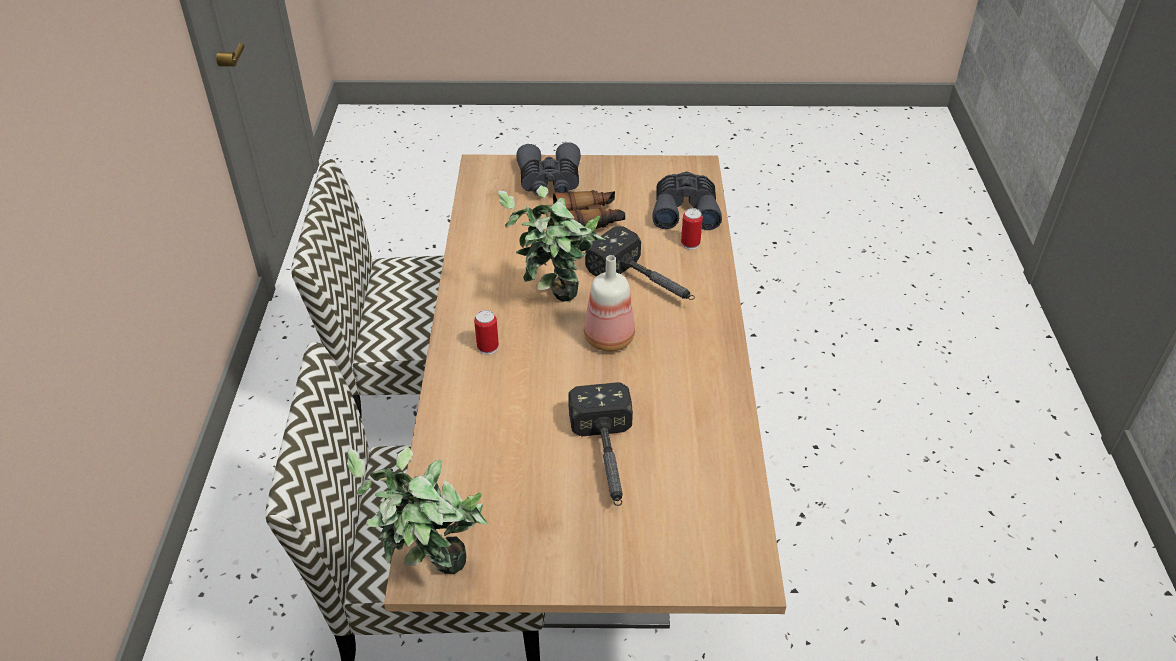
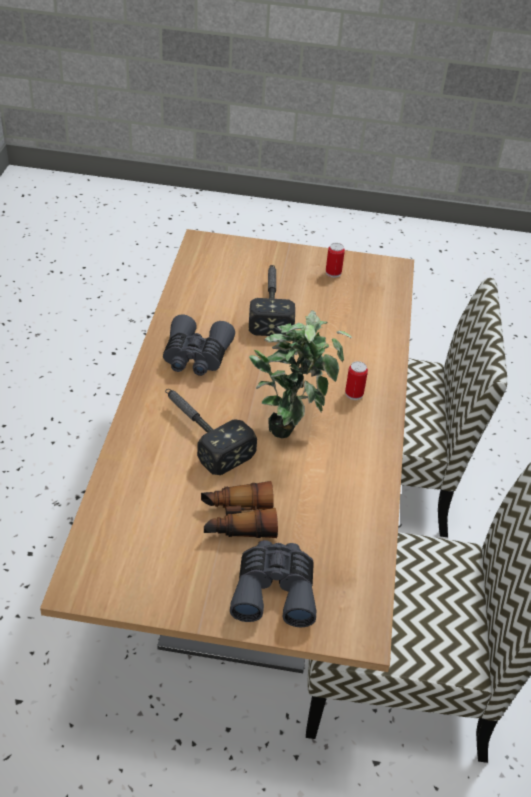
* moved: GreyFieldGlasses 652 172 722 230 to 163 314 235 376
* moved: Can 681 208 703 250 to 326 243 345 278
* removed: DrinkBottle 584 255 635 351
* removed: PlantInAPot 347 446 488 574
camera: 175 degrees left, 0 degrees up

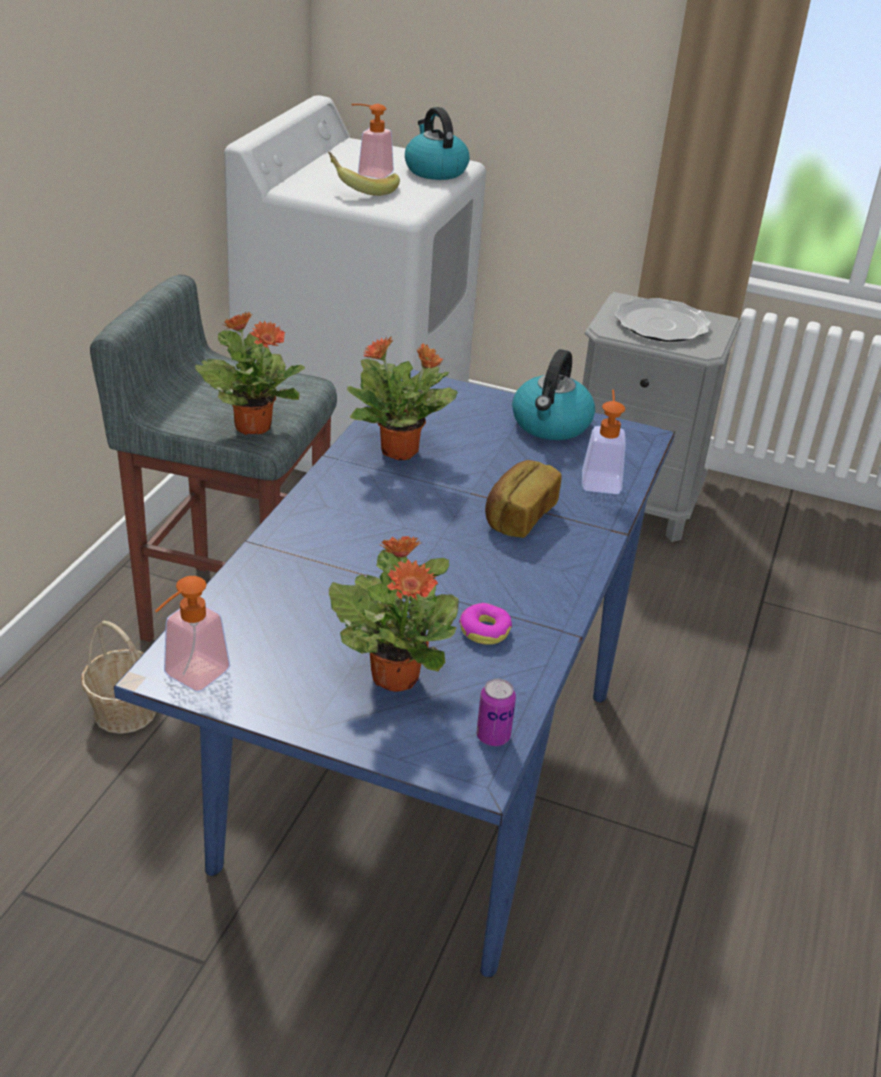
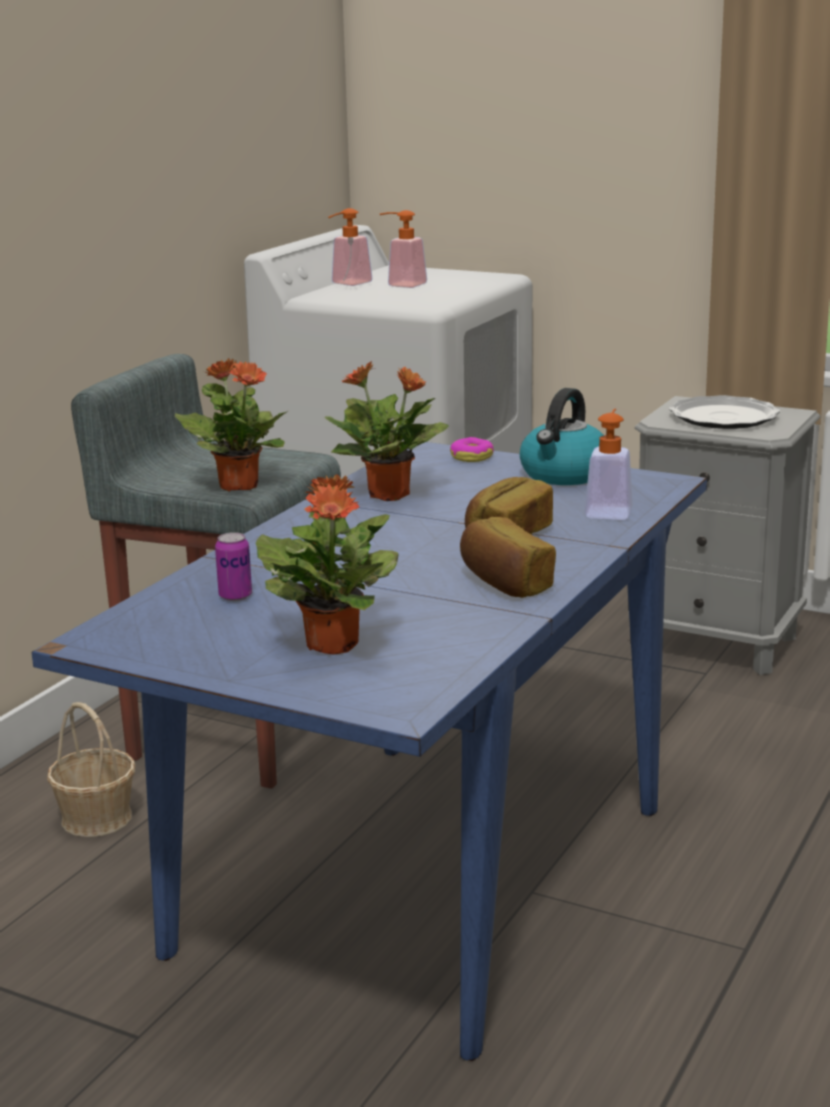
* removed: WaterKettle 405 107 470 180
* removed: WholeBanana 328 152 400 196
* moved: SoapDispenser 155 576 230 692 to 328 208 373 286
* moved: RingDoughnut 459 603 512 645 to 450 437 494 462
* moved: Can 477 679 516 746 to 215 532 252 601
* added: BakeryBread 460 517 556 598
camera: 10 degrees right, 15 degrees down

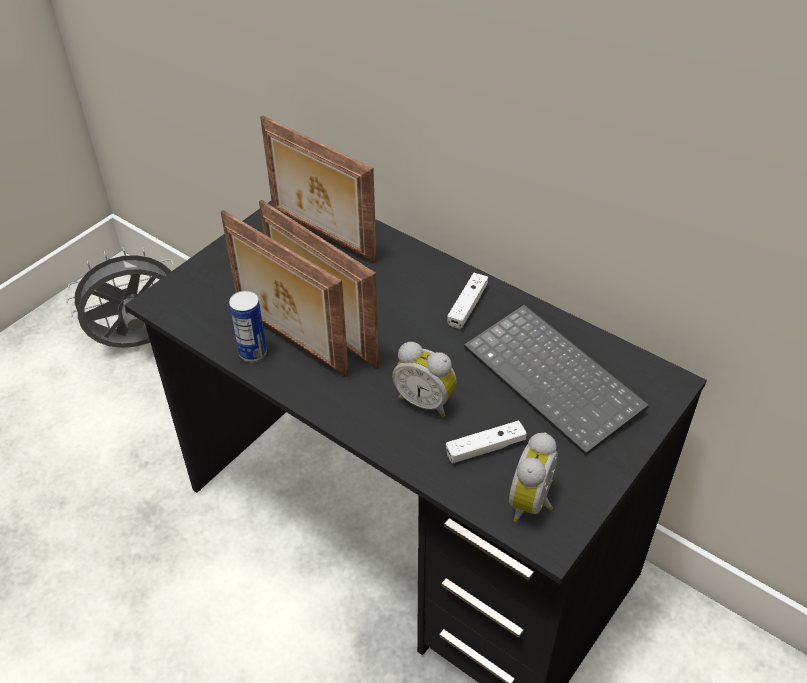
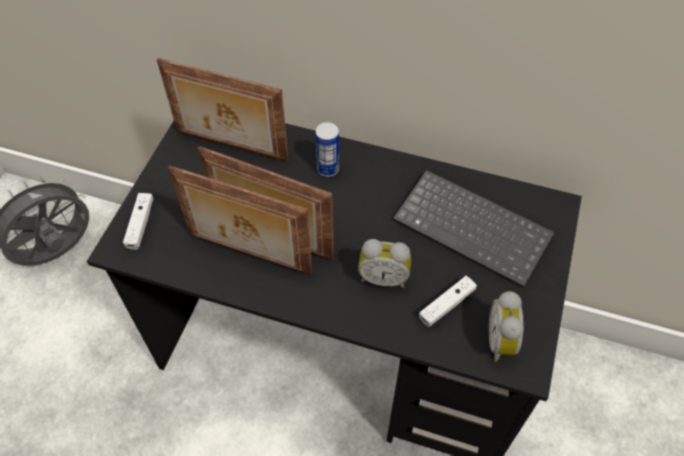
* moved: WhiteGamepad 447 273 488 329 to 123 193 154 250
* moved: Can 229 290 267 363 to 315 122 339 177
camera: 20 degrees left, 10 degrees up

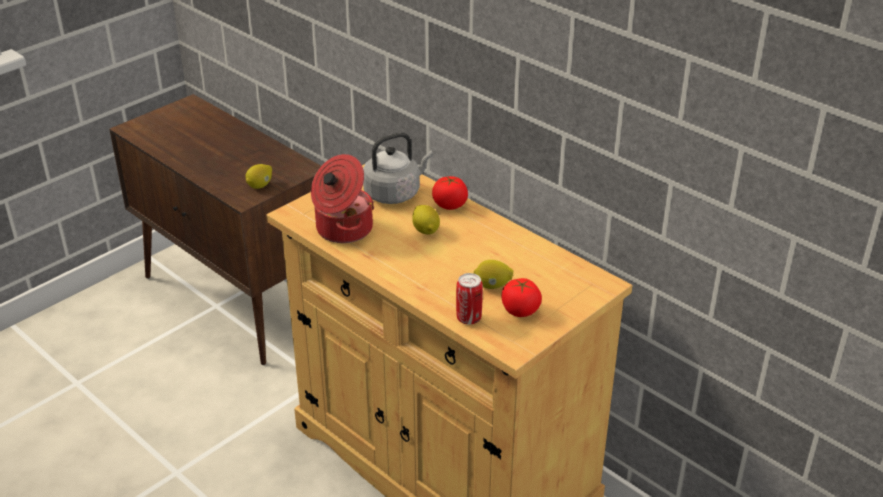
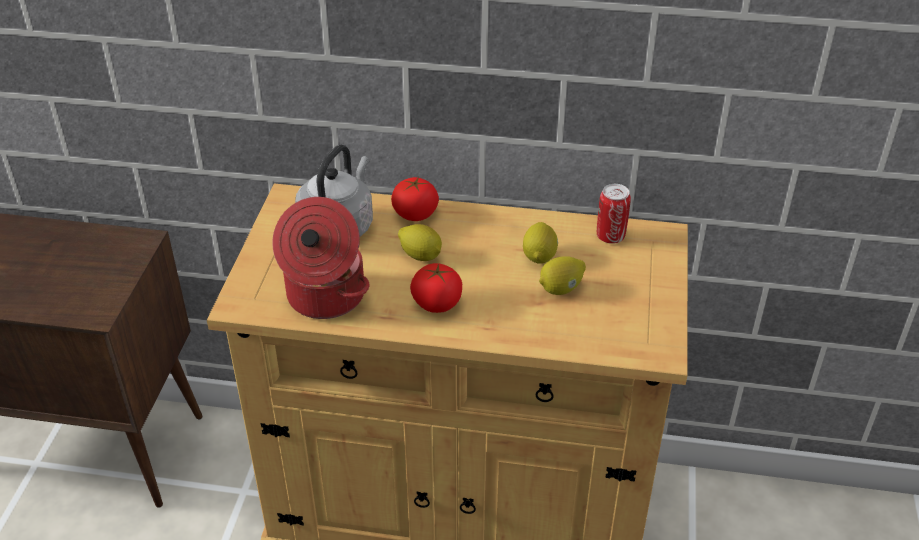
* moved: WholeLemon 246 164 272 189 to 523 222 558 264
* moved: Can 456 273 483 325 to 597 184 631 244
* moved: FreshTomato 502 278 542 317 to 410 263 462 313
camera: 35 degrees left, 5 degrees up

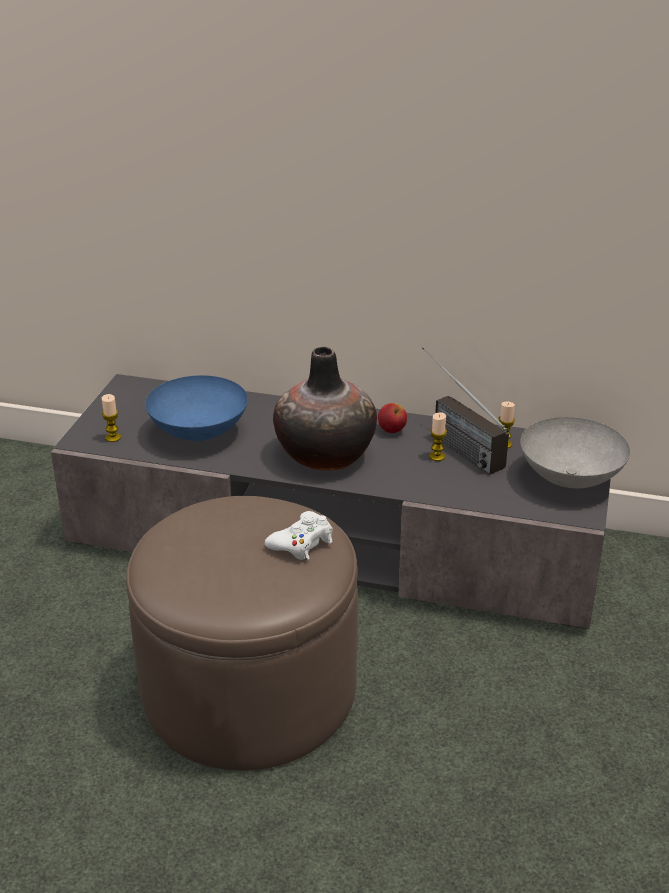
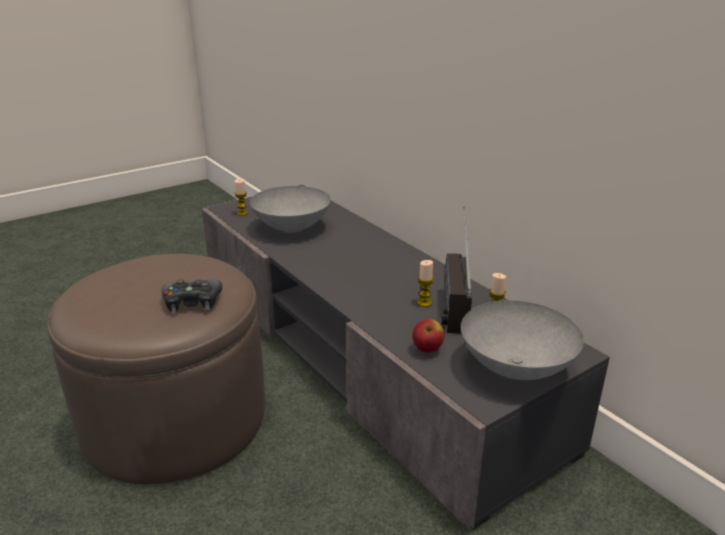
* removed: DecorativeVase 273 347 377 471
* recoloured: BluishDeepDish 145 375 248 441 to GreyDeepDish 250 186 331 233
* moved: AppleFruit 378 403 407 433 to 412 319 445 353
* recoloured: WhiteGamepad 265 511 333 560 to BlackishGamepad 162 279 222 313
camera: 40 degrees right, 5 degrees down

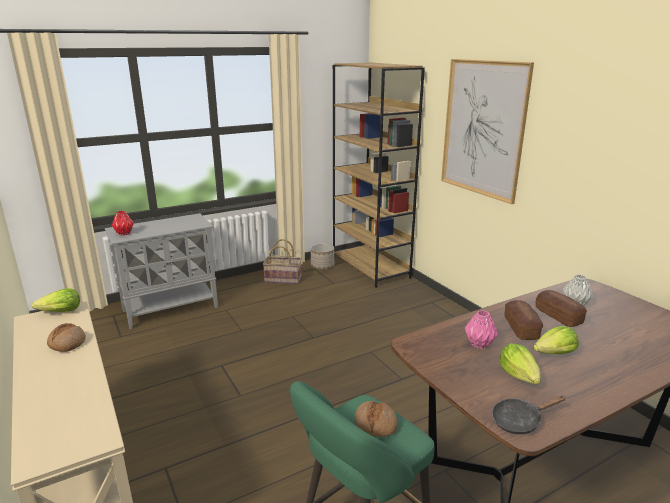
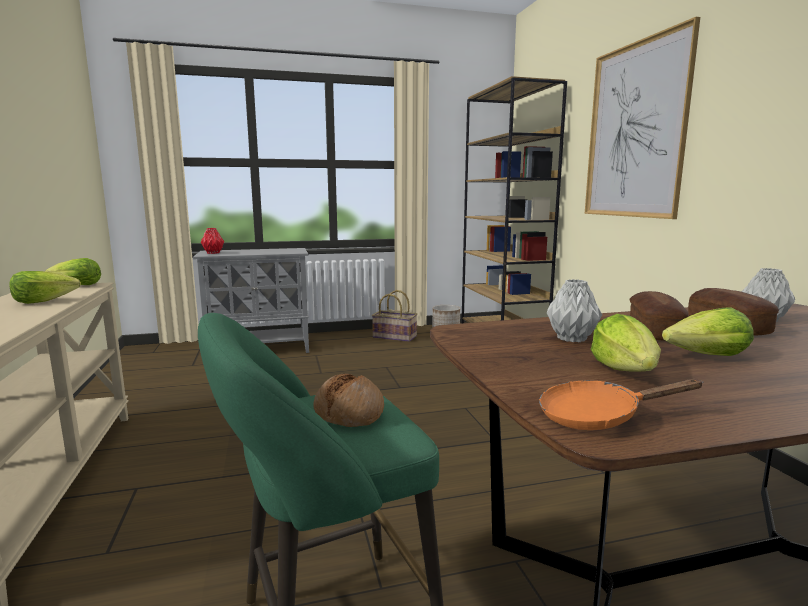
* recoloured: PinkColouredDecorativeVase 465 310 498 349 to GreyDecorativeVase 547 279 602 342
* replaced: BakeryBread 47 323 86 352 to Lettuce 10 271 81 304
* recoloured: BlackishSkillet 492 395 565 434 to OrangeSkillet 539 379 704 430
camera: 15 degrees right, 10 degrees down

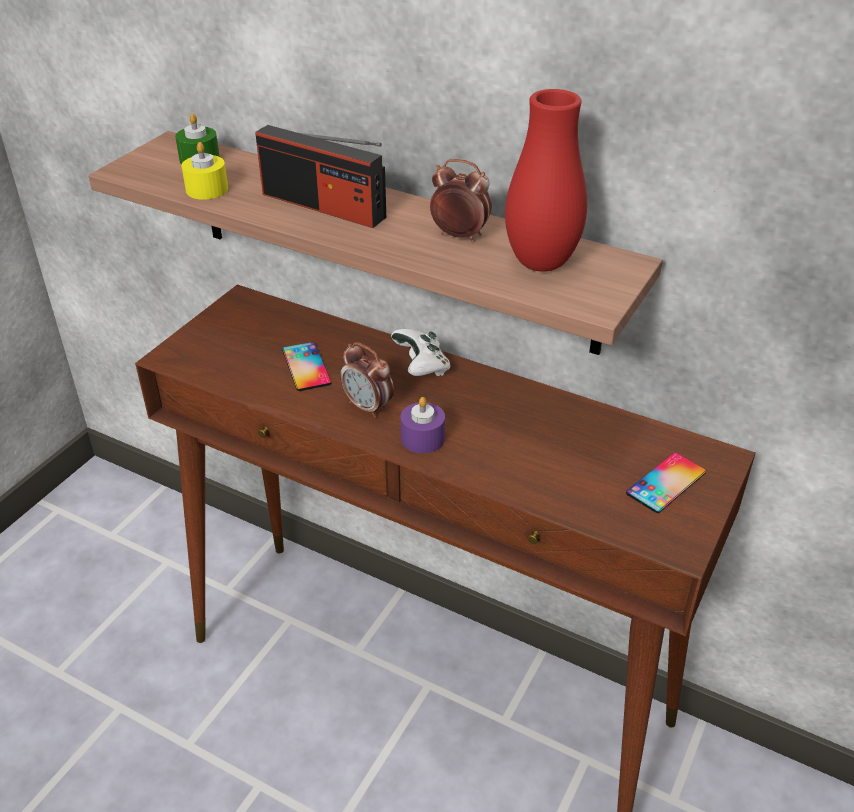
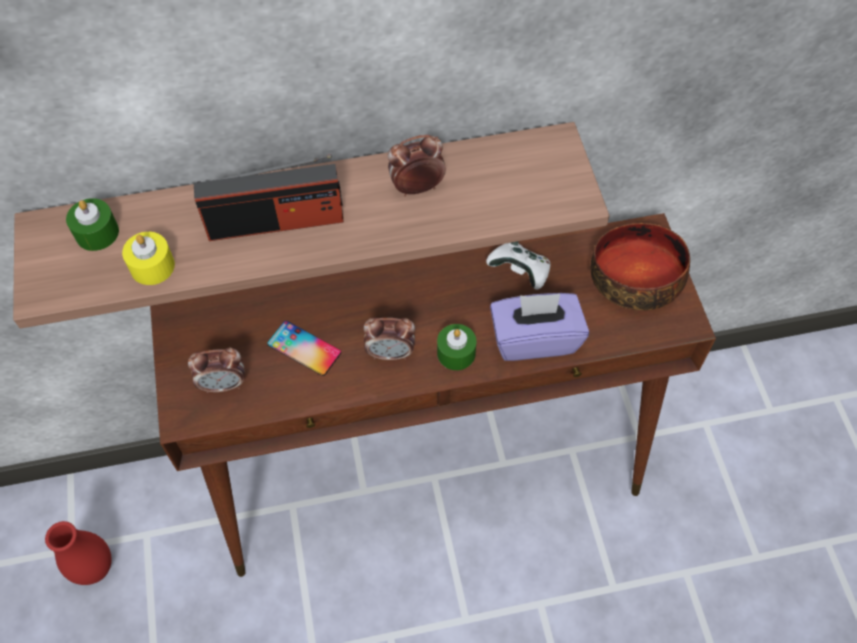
* moved: RedColouredDecorativeVase 505 89 587 272 to 45 521 112 585
* moved: WhiteGamepad 391 329 450 376 to 486 241 550 290
* recoloured: PurpleColouredCandle 400 397 445 453 to GreenCandle 437 324 476 370
* replaced: Telephone 626 453 706 513 to DeepDish 591 223 690 311
* added: PurpleColouredTissueBox 490 293 589 361
* added: BedsideClock 188 348 244 393
camera: 40 degrees left, 20 degrees up

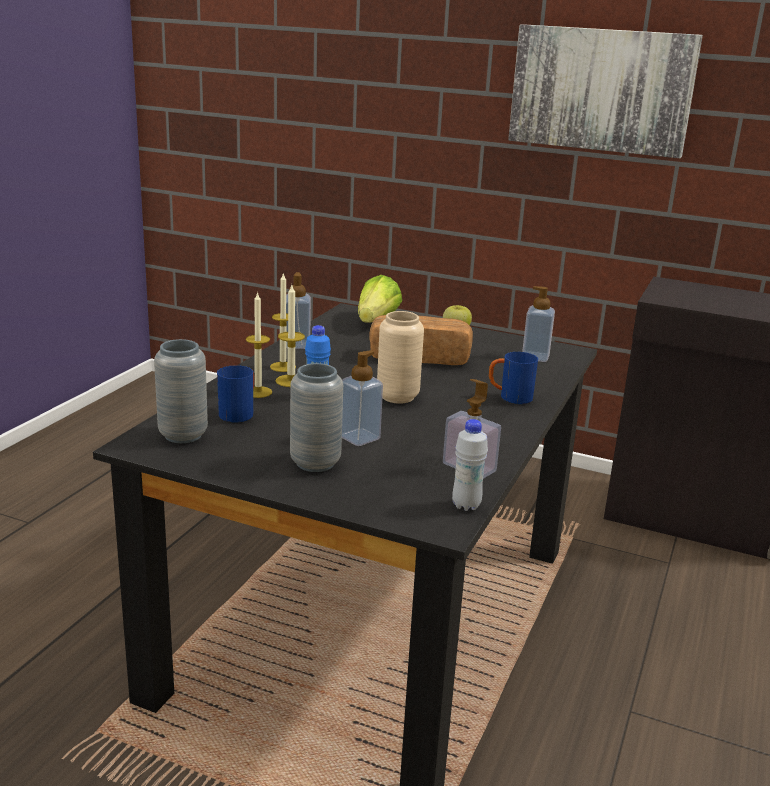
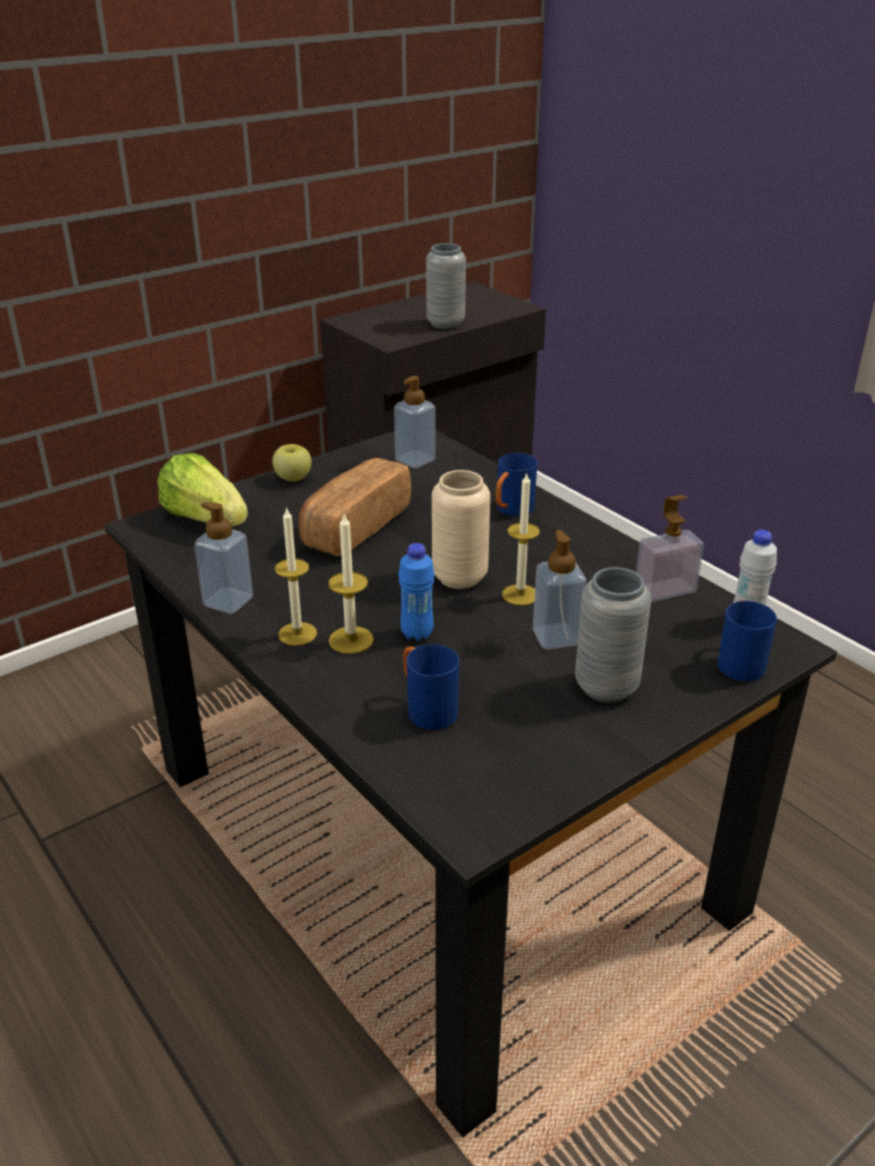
* removed: WallArt 508 24 703 158
* moved: Candle 246 292 272 398 to 502 472 540 606
* moved: GreyDecorativeVase 154 339 208 443 to 426 243 466 329
* added: BluishCoffeeMug 717 600 777 682
camera: 60 degrees left, 10 degrees up

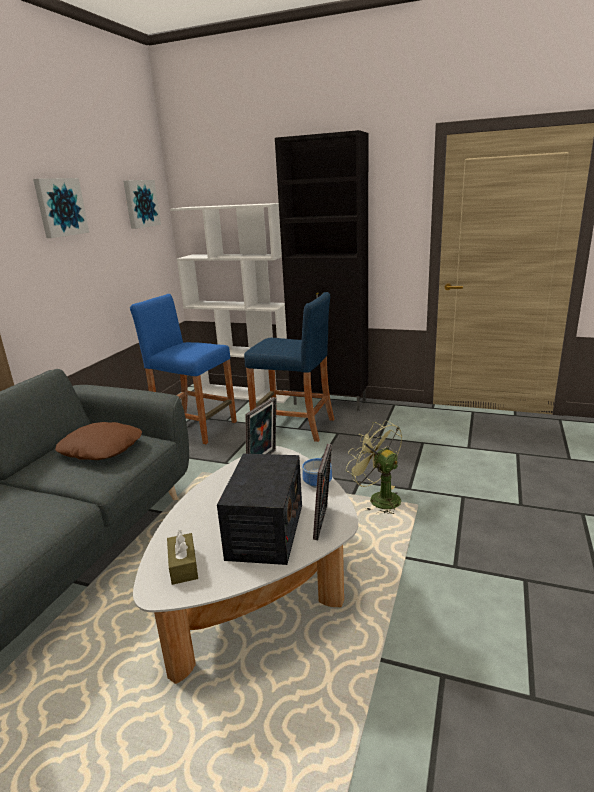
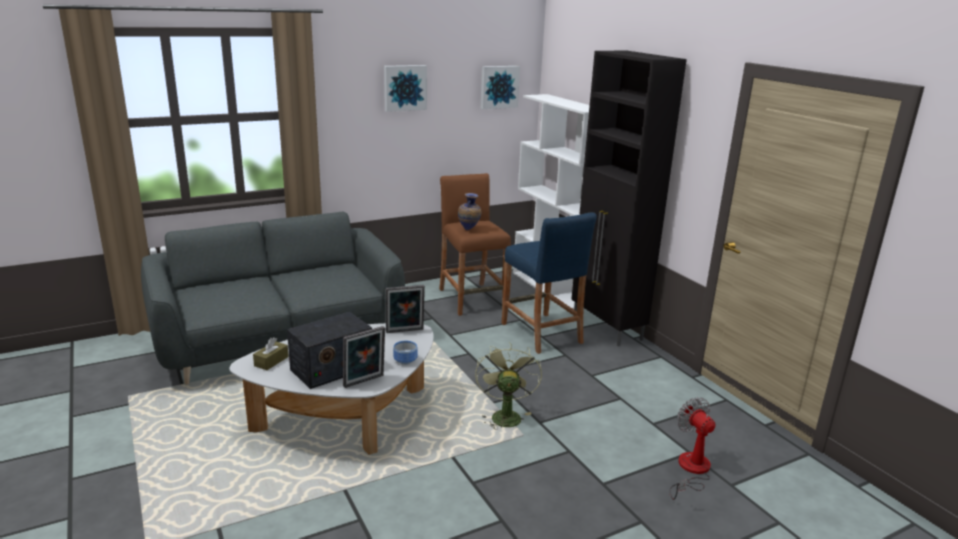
* recoloured: BluishStool 130 294 237 444 to BrownStool 439 173 511 316
* removed: BrownCushion 55 422 142 460
* added: DecorativeVase 458 193 481 230
* added: ElectricFan 669 397 715 500
camera: 40 degrees right, 0 degrees up

